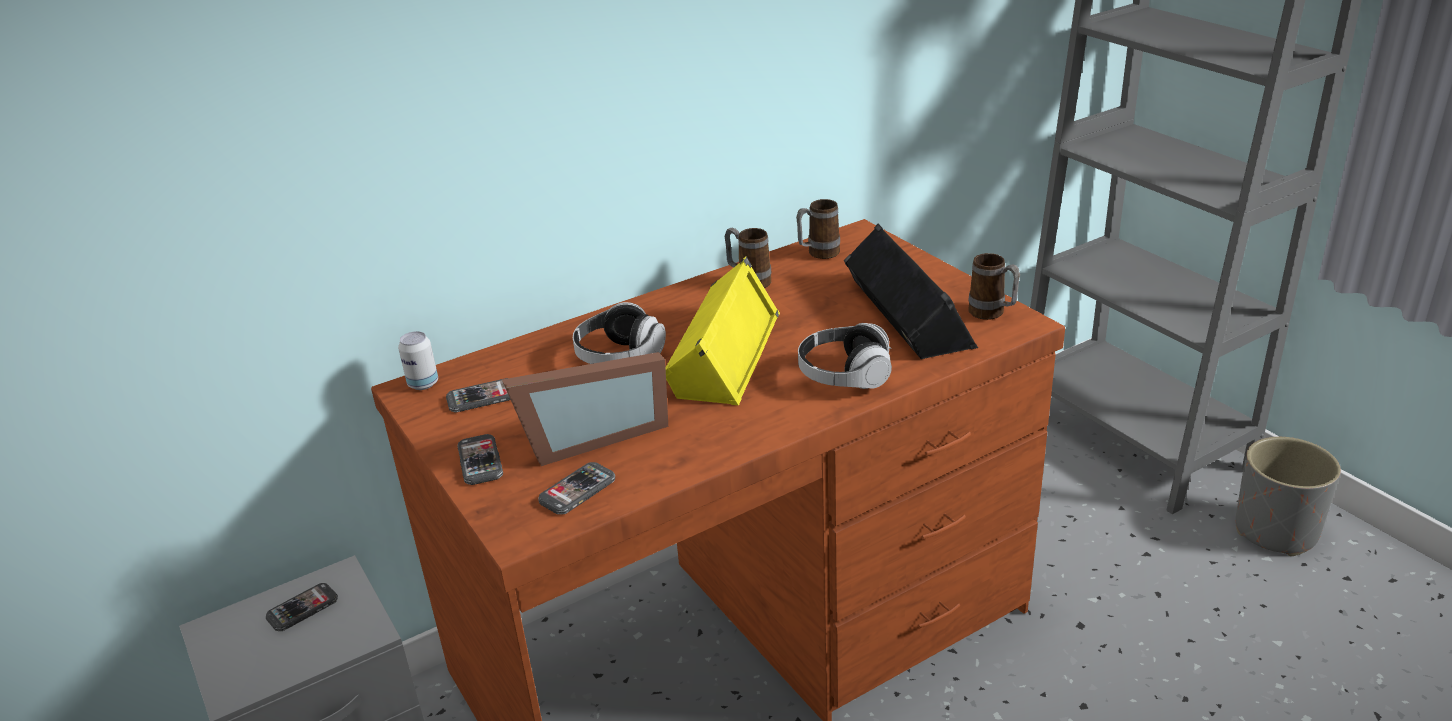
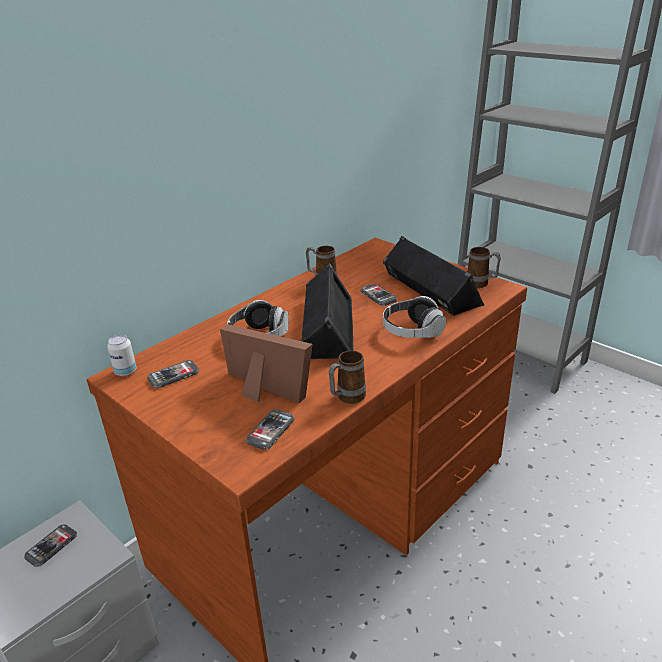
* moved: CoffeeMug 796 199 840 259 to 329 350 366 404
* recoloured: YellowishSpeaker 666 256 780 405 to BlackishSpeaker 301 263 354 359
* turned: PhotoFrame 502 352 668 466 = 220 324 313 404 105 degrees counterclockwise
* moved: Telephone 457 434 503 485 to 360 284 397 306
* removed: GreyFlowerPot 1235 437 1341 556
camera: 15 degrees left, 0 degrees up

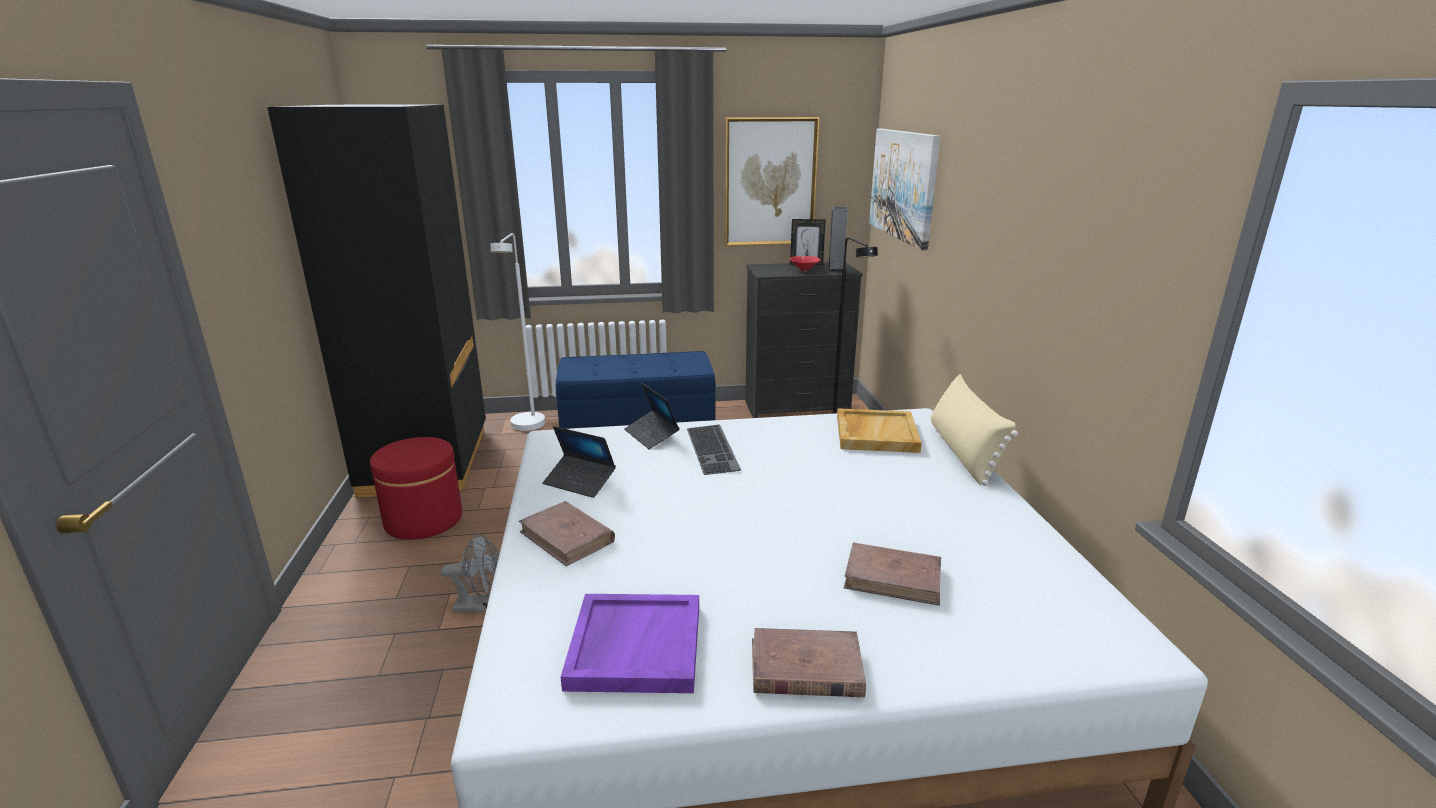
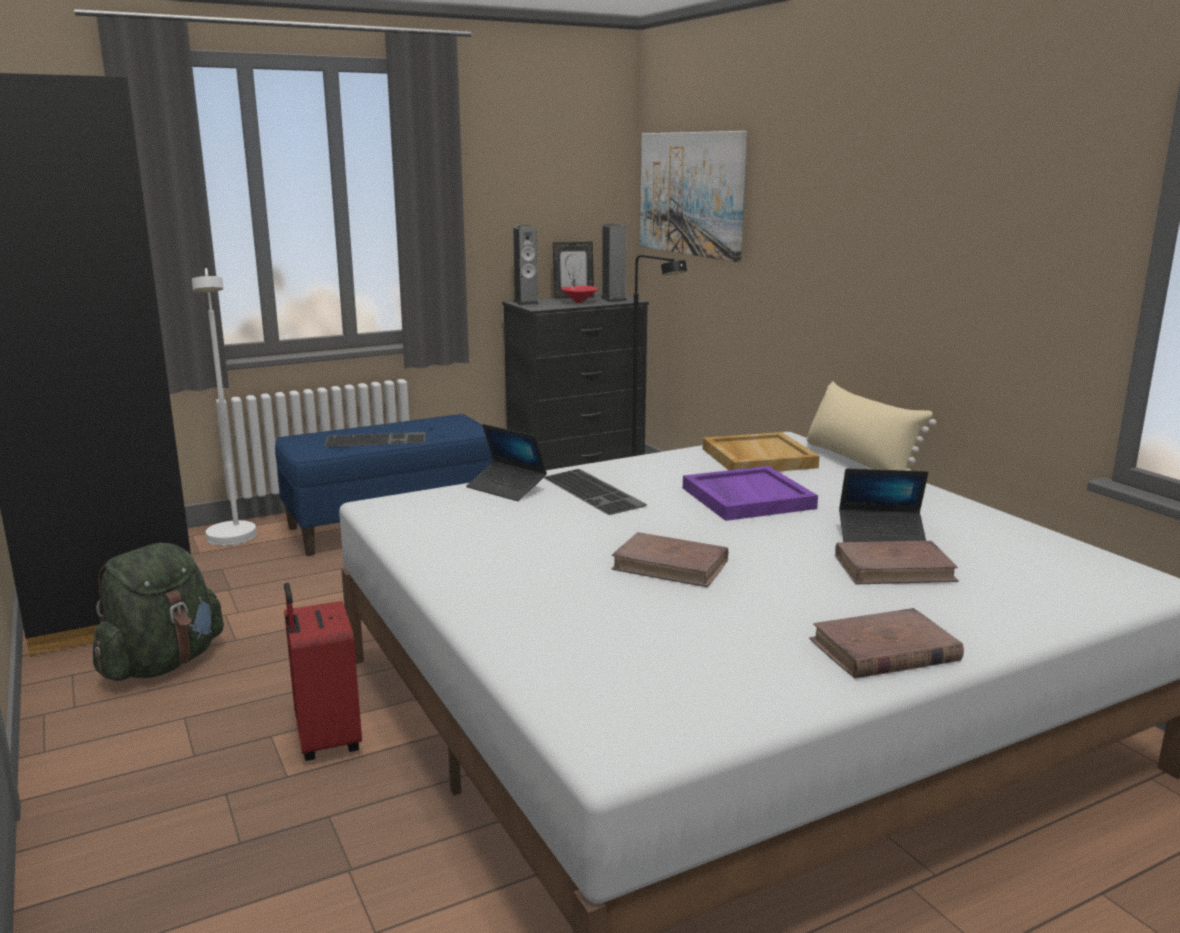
* removed: WallArt 725 117 820 246
* moved: Laptop 543 426 616 498 to 839 468 928 542
* replaced: RedColouredOttoman 370 437 462 540 to GreenBackpack 93 543 224 681
* moved: BrownBook 519 501 615 566 to 612 532 728 587
* replaced: GreyElectricFan 441 534 499 612 to RedColouredPieceOfLuggage 284 583 362 761
* moved: PurpleColouredServingTray 561 594 699 693 to 683 466 818 521
* added: Speaker 513 225 539 305
* added: ComputerKeyboard 324 432 426 447
camera: 20 degrees left, 5 degrees down

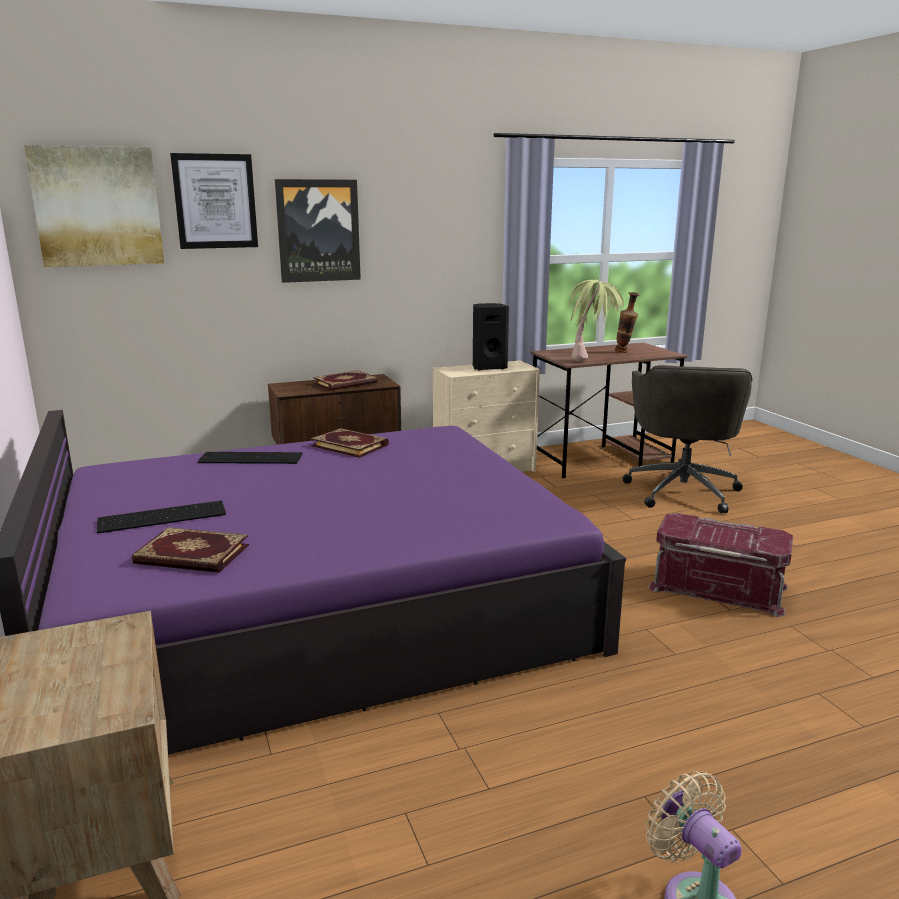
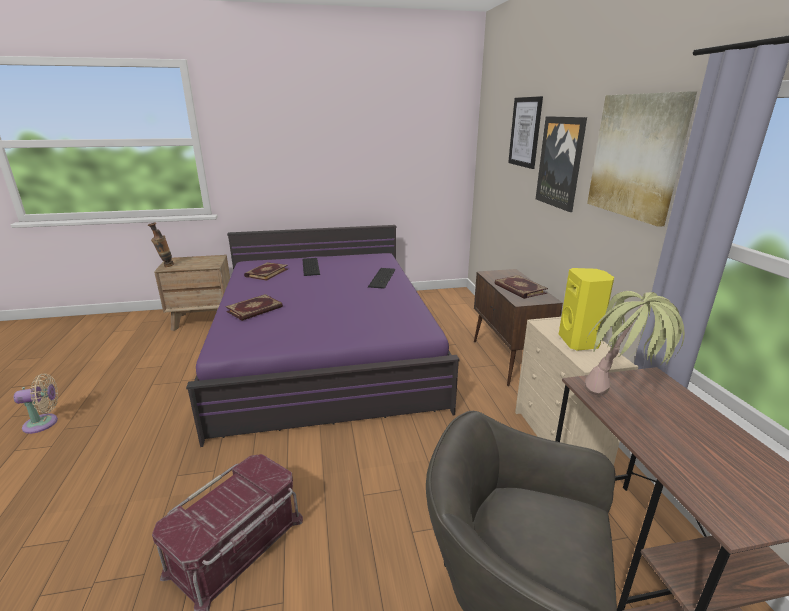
* moved: WallArt 24 145 164 267 to 587 91 697 227
* moved: DecorativeVase 615 292 640 353 to 148 222 174 267
* recoloured: BlackishSpeaker 473 303 509 371 to YellowishSpeaker 559 268 614 351
* moved: Book 310 428 389 458 to 225 294 283 321
camera: 100 degrees right, 5 degrees up

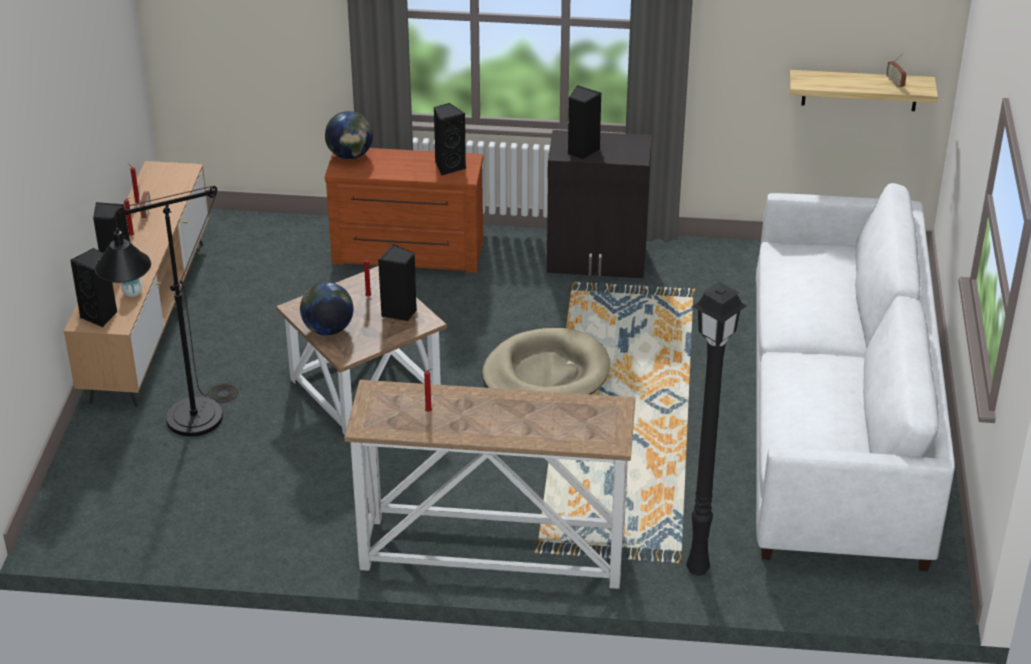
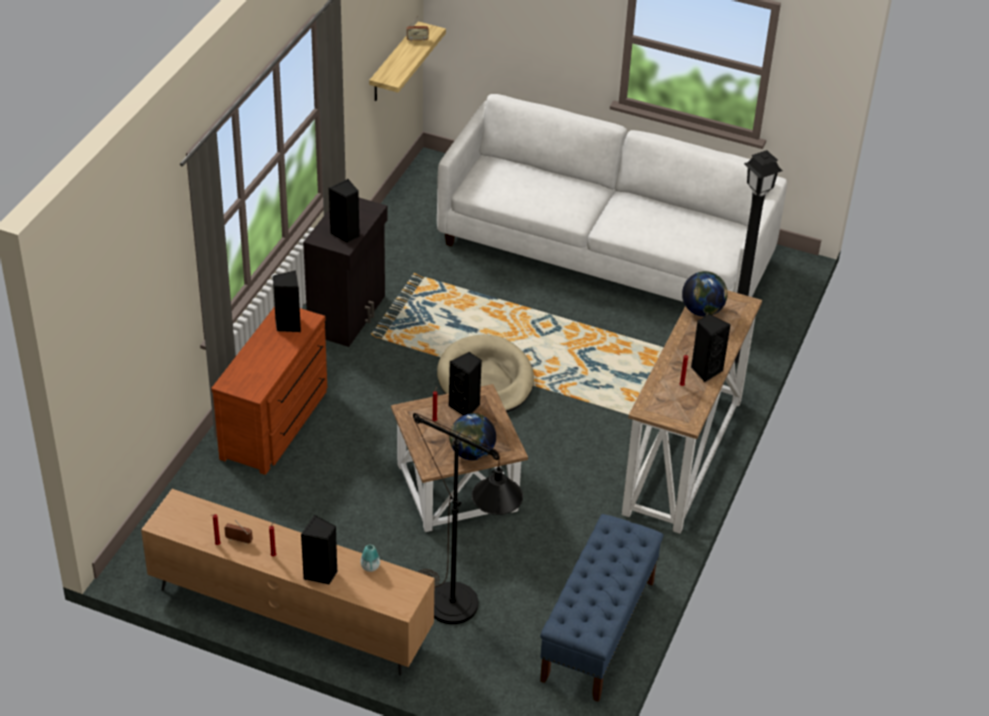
* moved: Globe 325 111 373 159 to 682 271 728 317
* moved: BlackishSpeaker 70 248 117 327 to 691 314 731 382
* added: BluishBench 540 514 664 702
camera: 75 degrees left, 5 degrees up

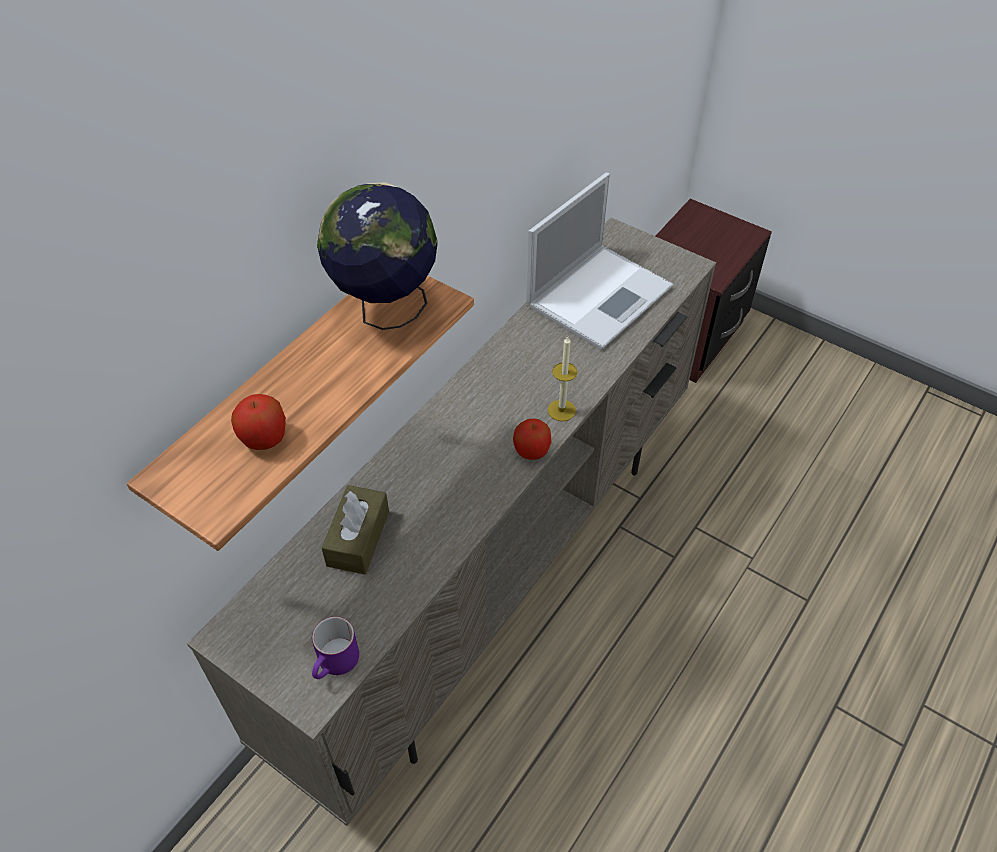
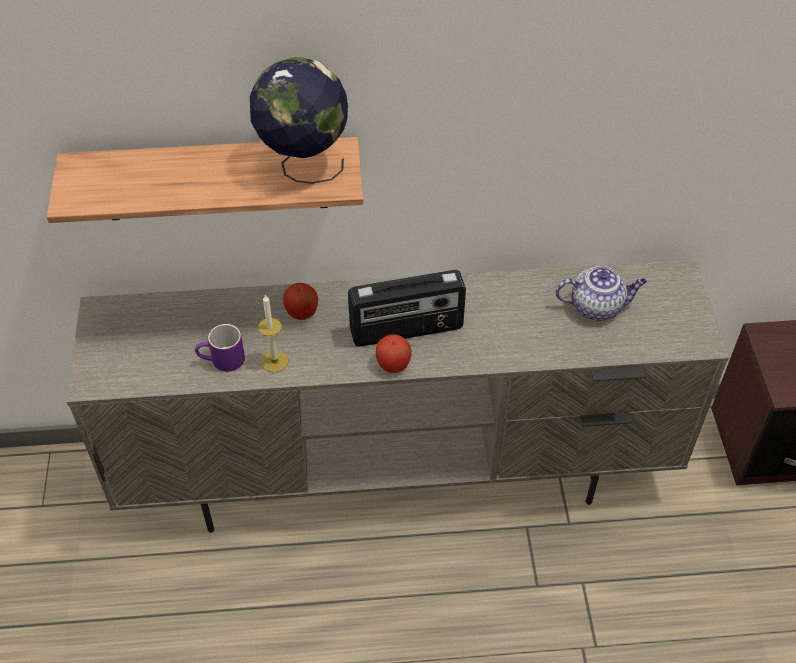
* replaced: Laptop 526 173 674 350 to Teapot 555 266 647 321
* moved: Candle 548 336 578 421 to 258 294 288 372
* moved: AppleFruit 231 394 286 450 to 283 283 318 320
* removed: BrownTissueBox 322 485 389 574
* moved: PurpleColouredCoffeeMug 312 616 359 679 to 195 324 245 372
* added: RadioReceiver 348 270 466 347
camera: 50 degrees right, 0 degrees up

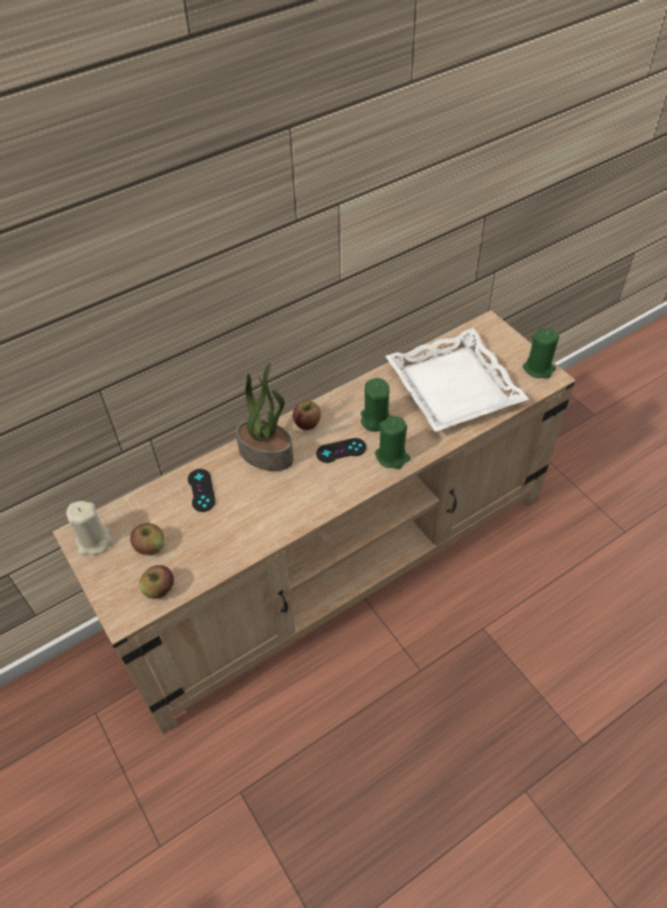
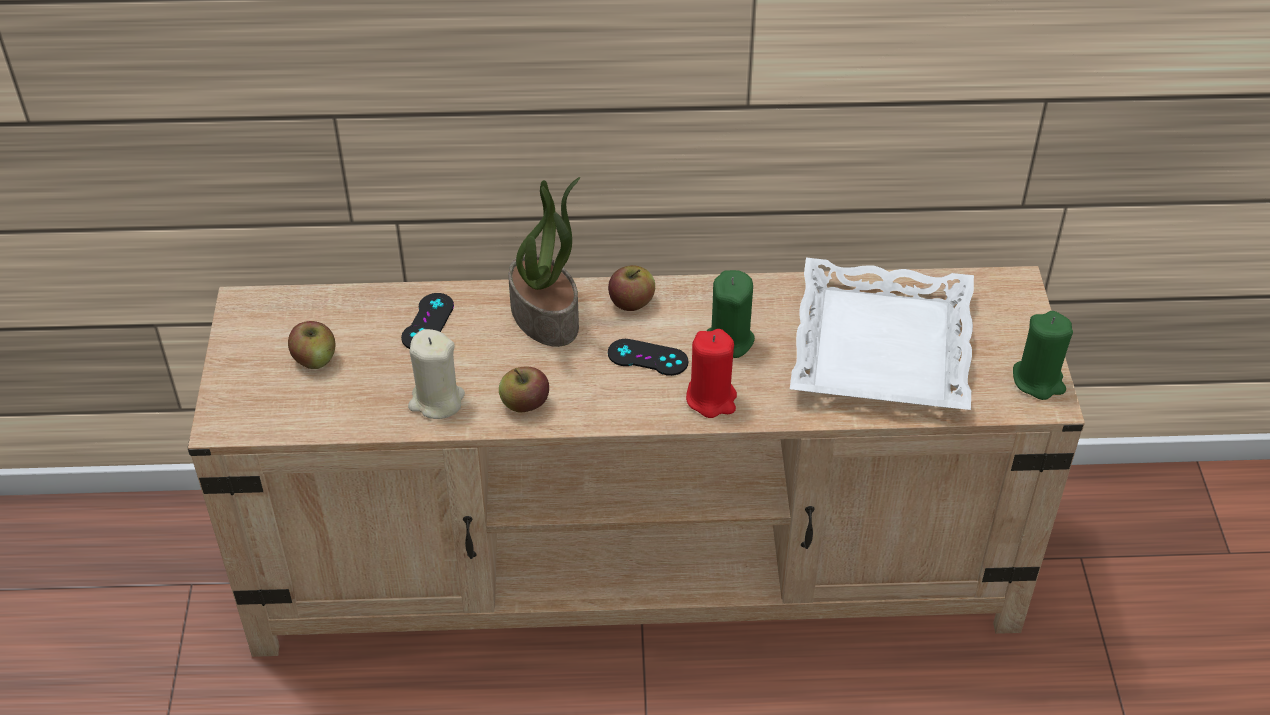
* recoloured: GreenCandle 375 416 410 469 to RedColouredCandle 686 329 737 418
* moved: BeigeColouredCandle 66 501 112 556 to 408 329 465 419
* moved: AppleFruit 139 565 174 599 to 499 366 549 413
camera: 30 degrees right, 5 degrees down

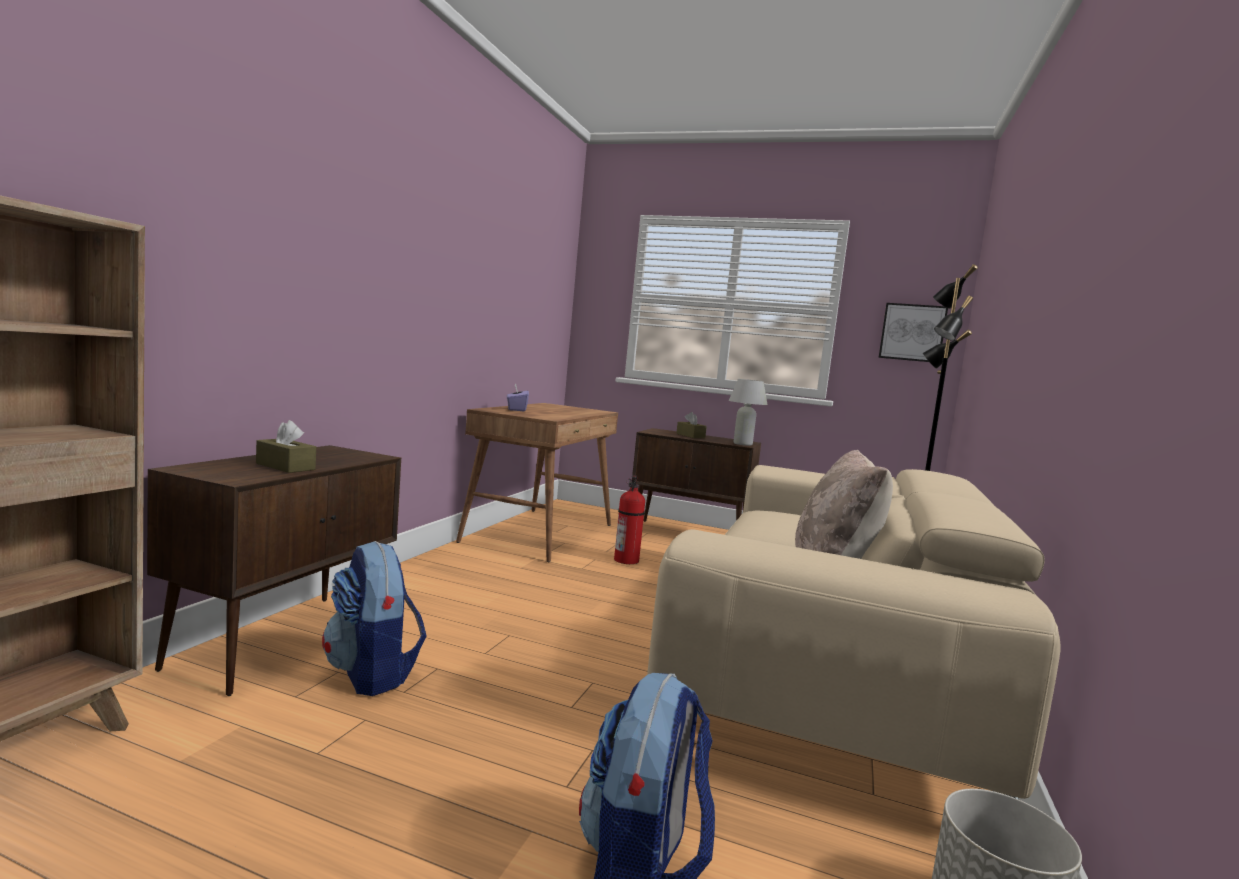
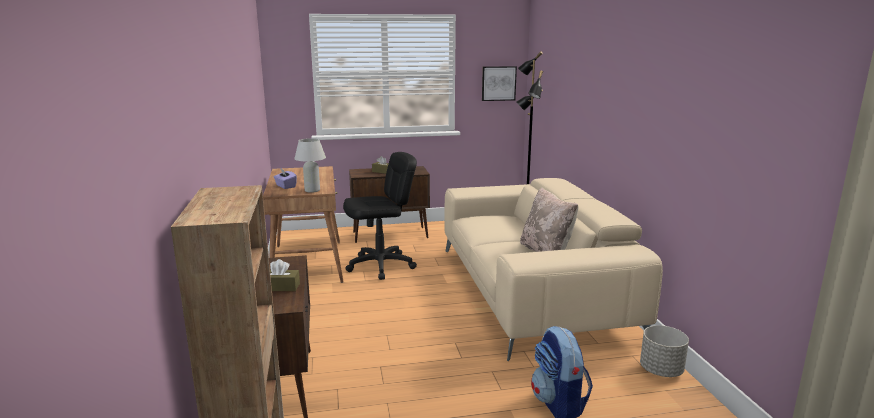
* moved: WhiteTableLamp 729 379 768 446 to 294 138 326 193
* replaced: FireFightingCylinder 614 475 645 564 to BlackishOfficeChair 343 152 417 280
* removed: Backpack 322 541 426 696
camera: 30 degrees left, 10 degrees up

